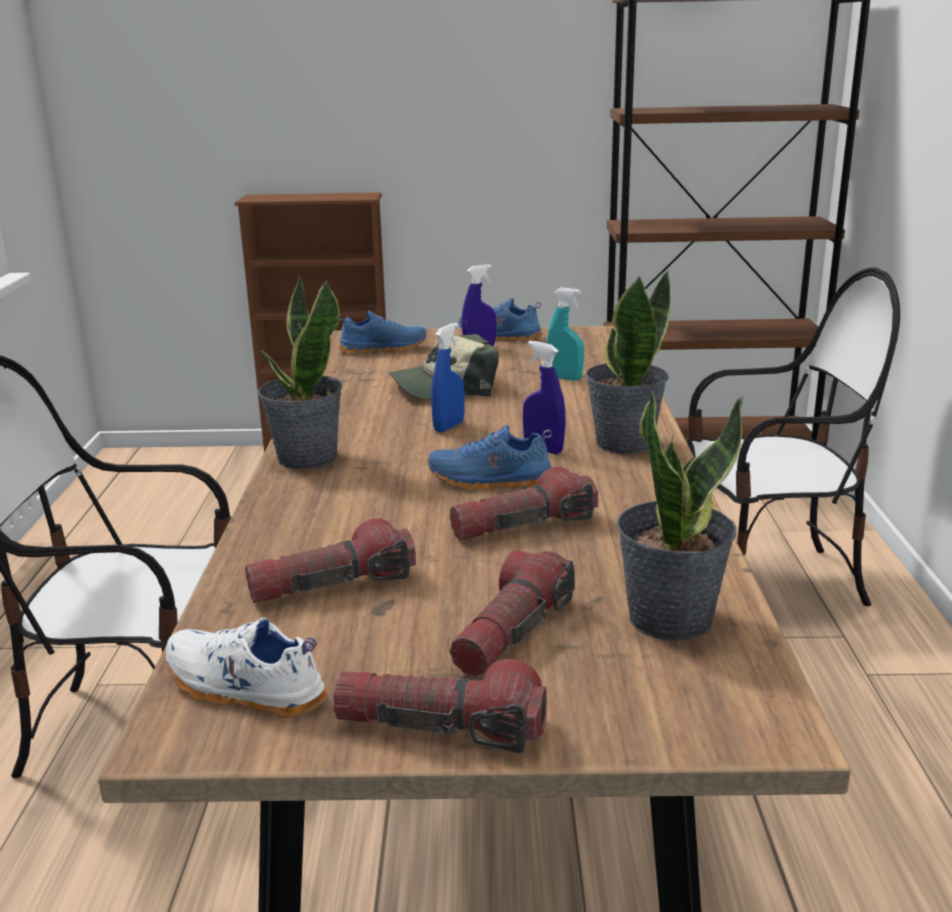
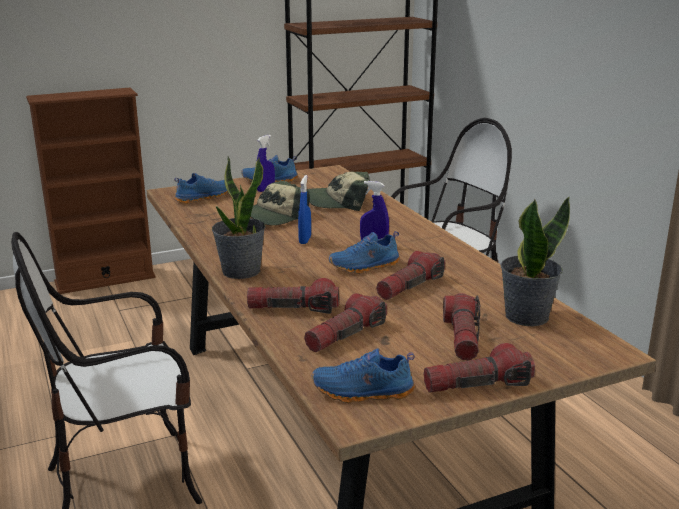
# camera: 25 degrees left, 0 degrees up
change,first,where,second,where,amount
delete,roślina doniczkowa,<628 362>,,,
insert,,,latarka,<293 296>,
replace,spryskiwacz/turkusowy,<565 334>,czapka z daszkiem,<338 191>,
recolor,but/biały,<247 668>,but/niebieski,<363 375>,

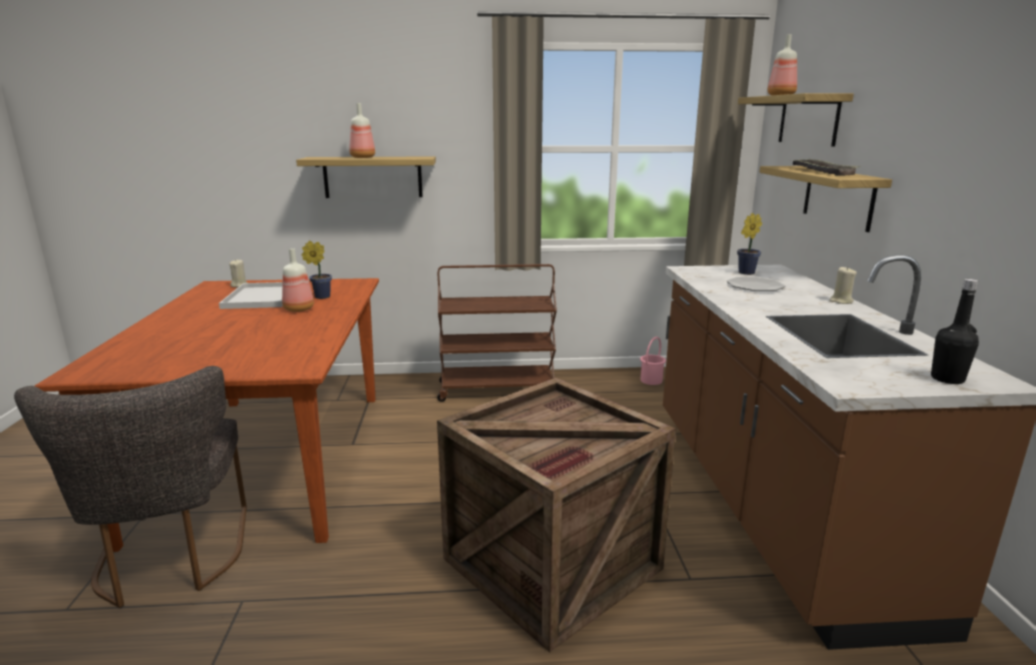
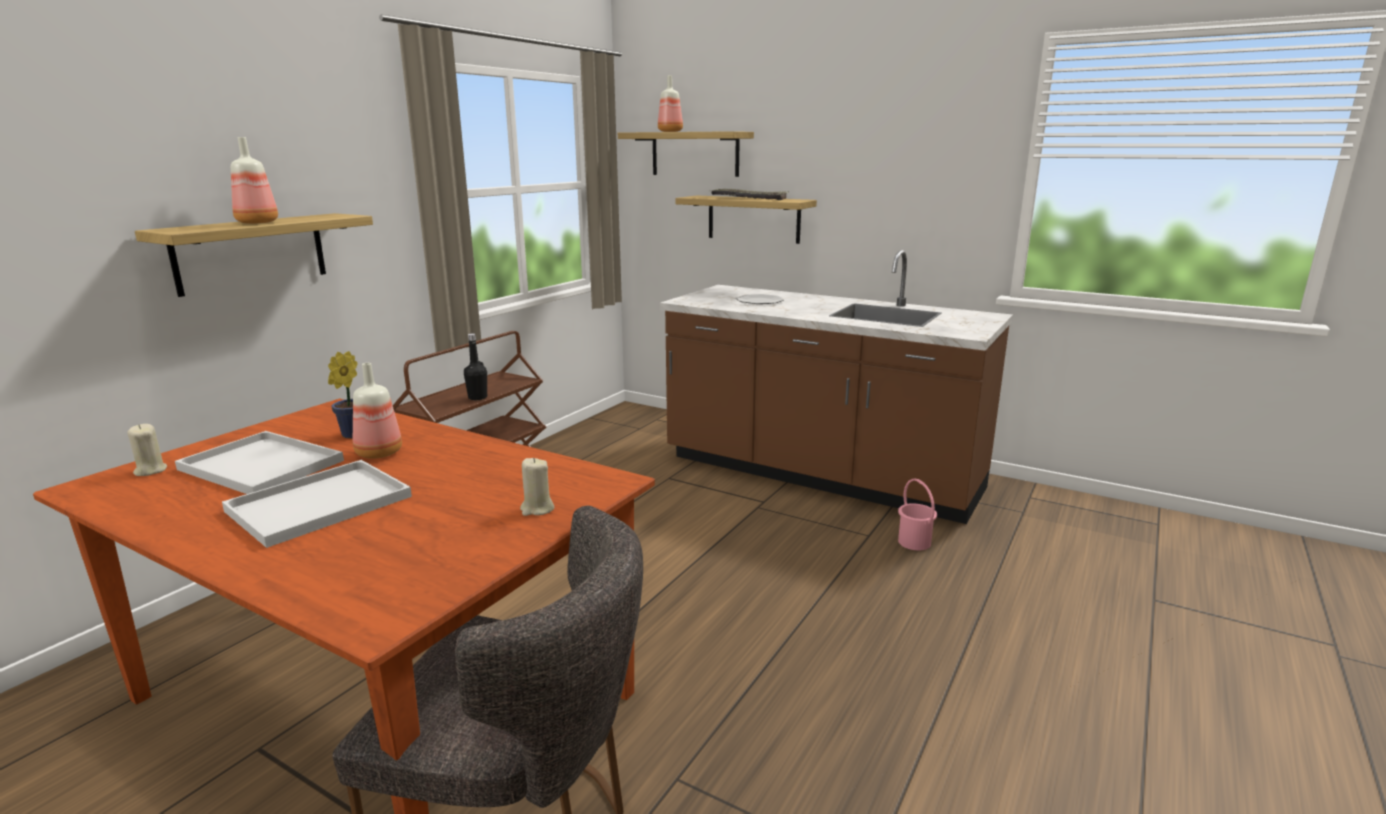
# camera: 55 degrees left, 0 degrees up
change,first,where,second,where,amount
delete,skrzynka,<556 514>,,,
delete,roślina doniczkowa,<749 244>,,,
insert,,,taca/biały,<317 504>,
move,wiadro/różowy,<653 361>,,<917 514>,
move,świeca/beżowy,<843 285>,,<537 487>,
move,butelka/czarny,<955 331>,,<475 366>,

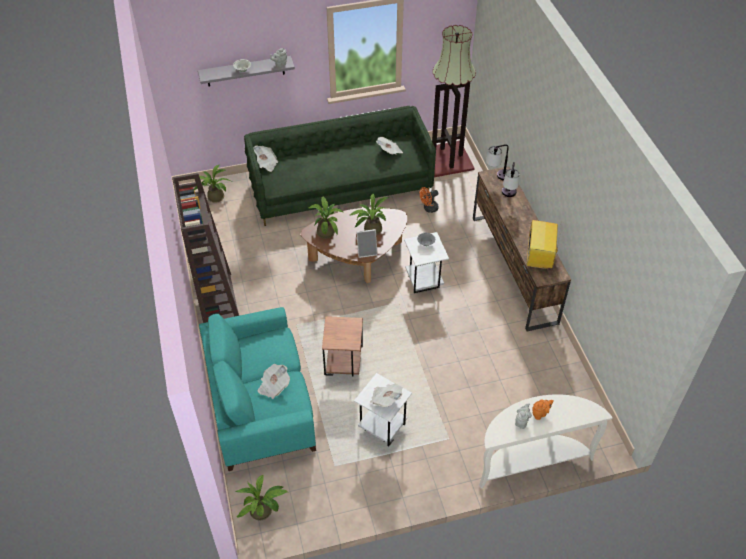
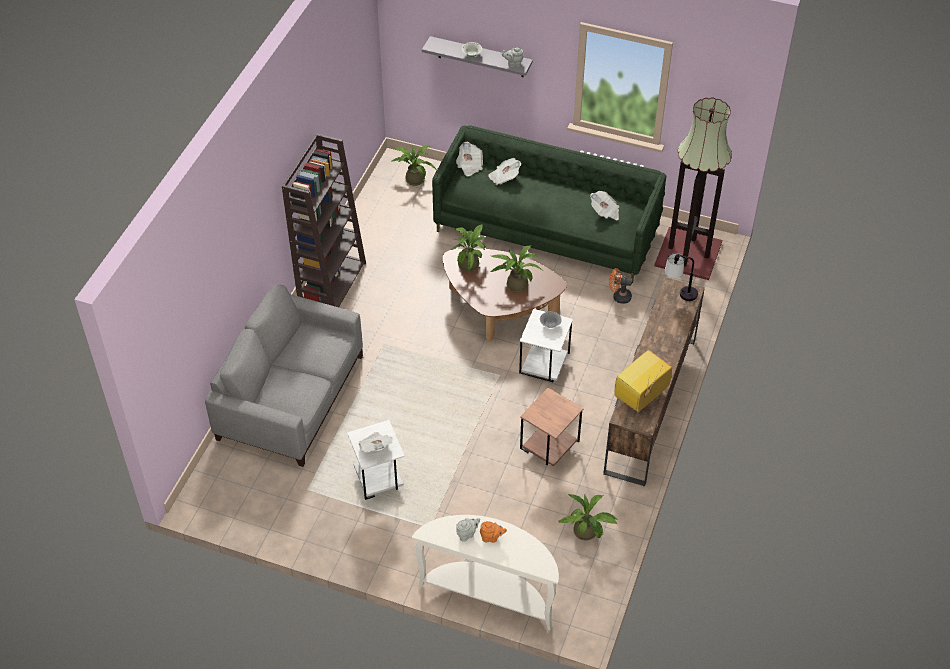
# camera: 35 degrees right, 0 degrees up
change,first,where,second,where,amount
delete,ramka na zdjęcie,<367 243>,,,
delete,lampa stołowa,<510 179>,,,
move,roślina doniczkowa,<262 497>,,<588 517>,
move,gazeta,<274 381>,,<504 171>,
move,stolik/brązowy,<342 346>,,<551 427>,
recolor,kanapa/turkusowy,<257 389>,kanapa/szary,<284 375>,

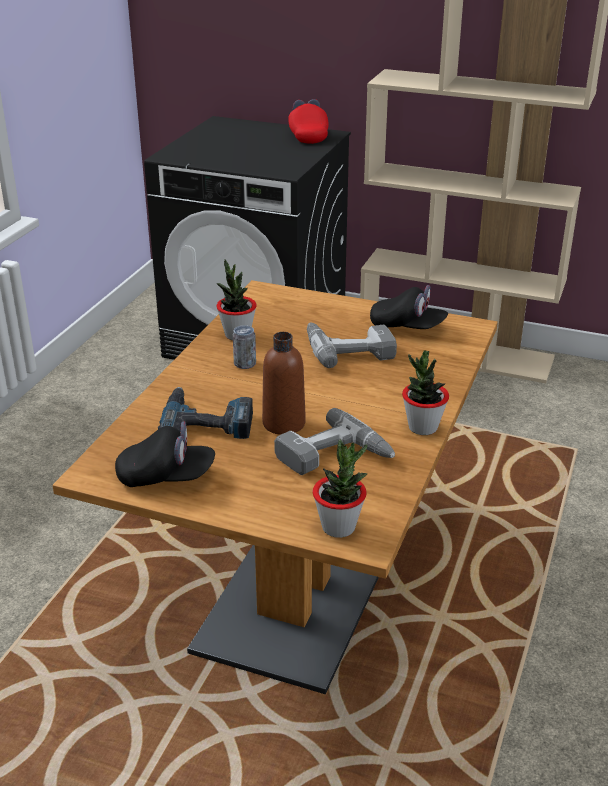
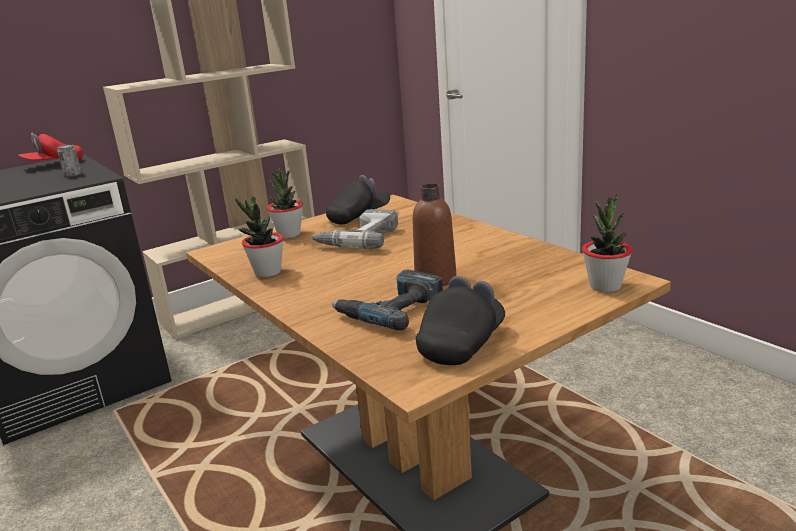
# camera: 55 degrees left, 10 degrees down
change,first,where,second,where,amount
delete,wiertarka,<334 441>,,,
move,puszka,<244 347>,,<69 161>,
move,roślina doniczkowa,<425 392>,,<285 203>,
rotate,czapka z daszkiem/czerwony,<308 121>,,<50 147>,60 degrees counterclockwise

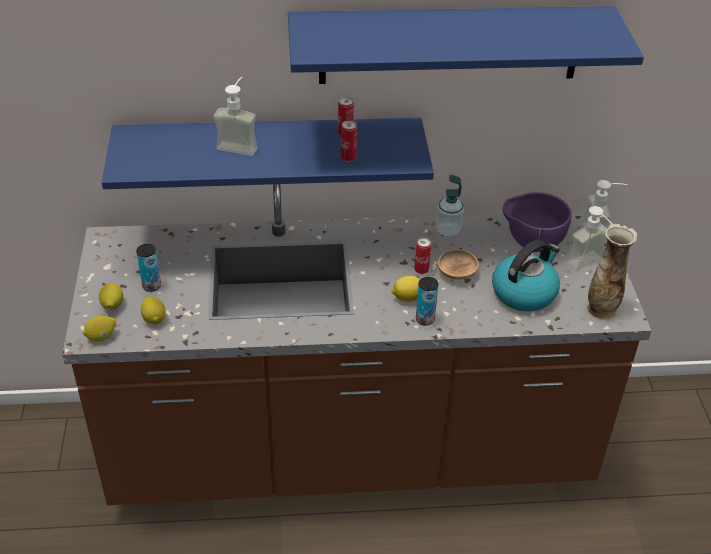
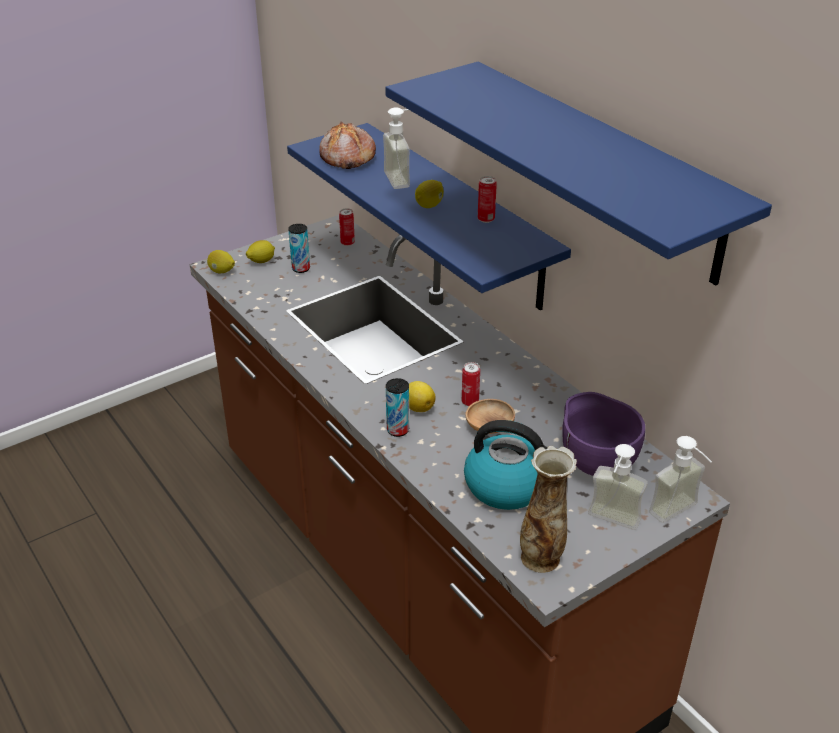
# camera: 60 degrees right, 5 degrees down
change,first,where,second,where,amount
delete,dozownik mydła,<450 205>,,,
insert,,,chleb,<347 145>,
move,cytryna,<153 310>,,<429 194>,
move,puszka,<349 141>,,<347 227>,

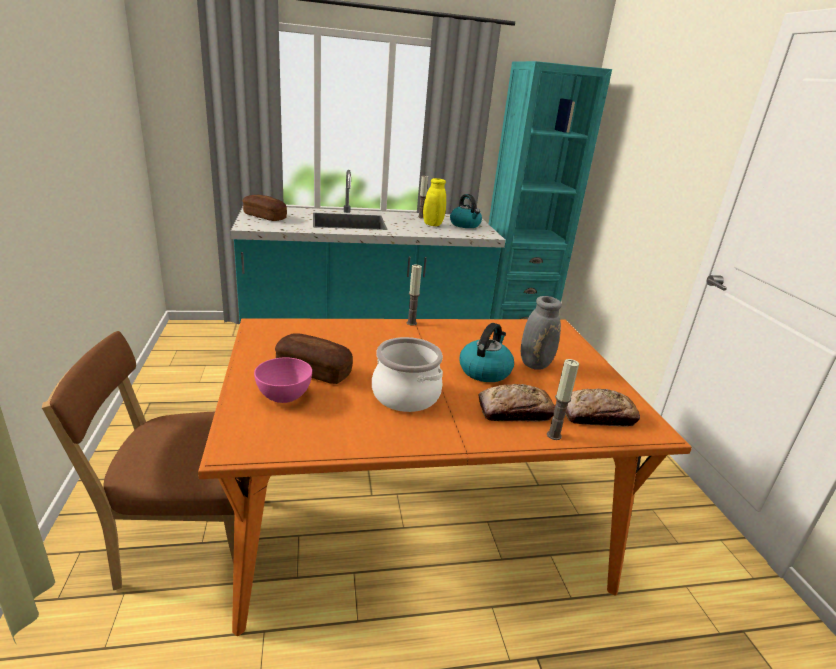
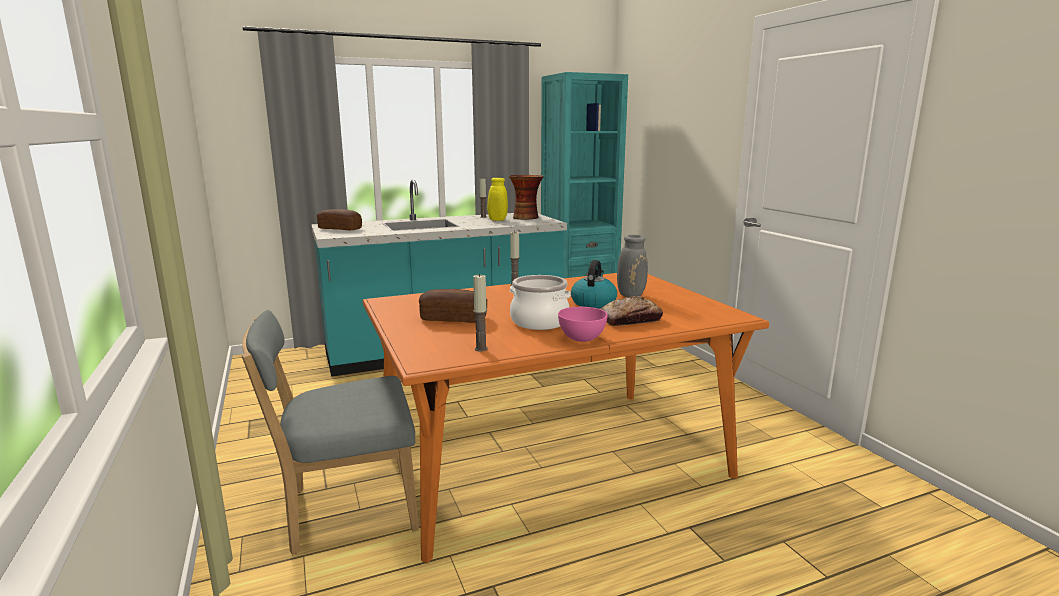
# camera: 10 degrees left, 10 degrees down
change,first,where,second,where,amount
delete,chleb,<602 408>,,,
move,miska/różowy,<283 380>,,<583 324>,
move,świeca,<563 399>,,<480 312>,
replace,czajnik,<466 211>,wazon,<526 197>,
recolor,krzesło/brązowy,<138 460>,krzesło/szary,<330 432>,

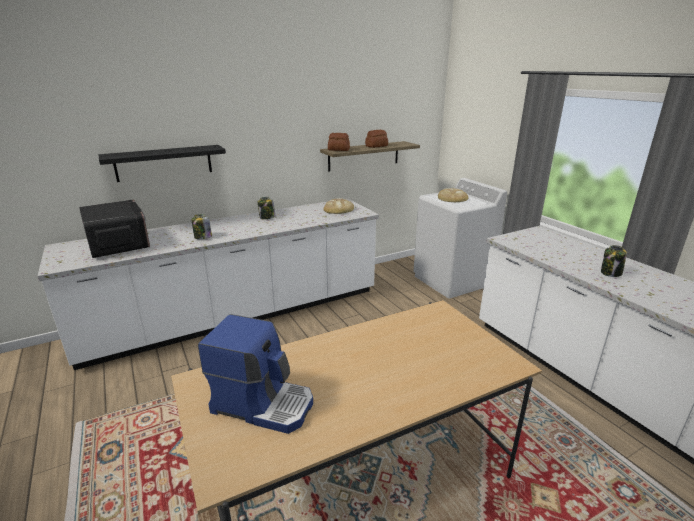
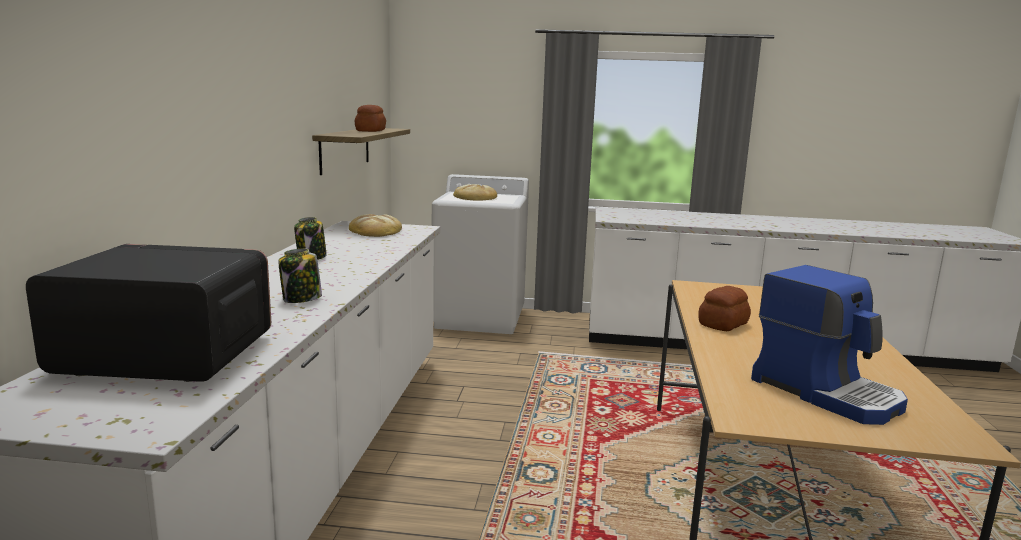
# camera: 55 degrees left, 10 degrees down
change,first,where,second,where,amount
delete,półka/czarny,<162 163>,,,
delete,słoik,<614 261>,,,
move,chleb,<339 142>,,<724 308>,
rotate,ekspres do kawy,<255 374>,,<829 345>,90 degrees clockwise

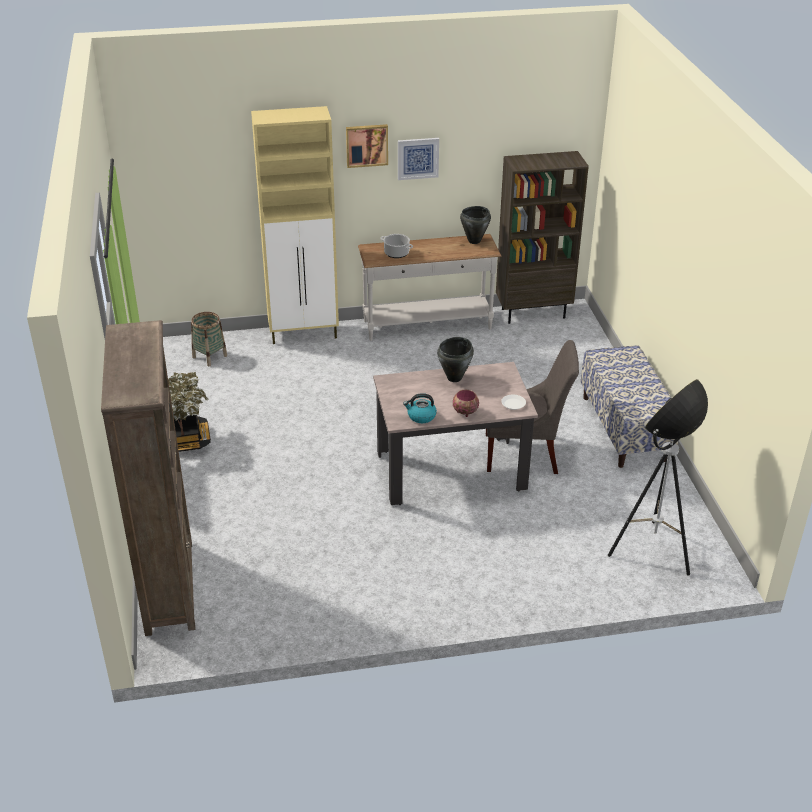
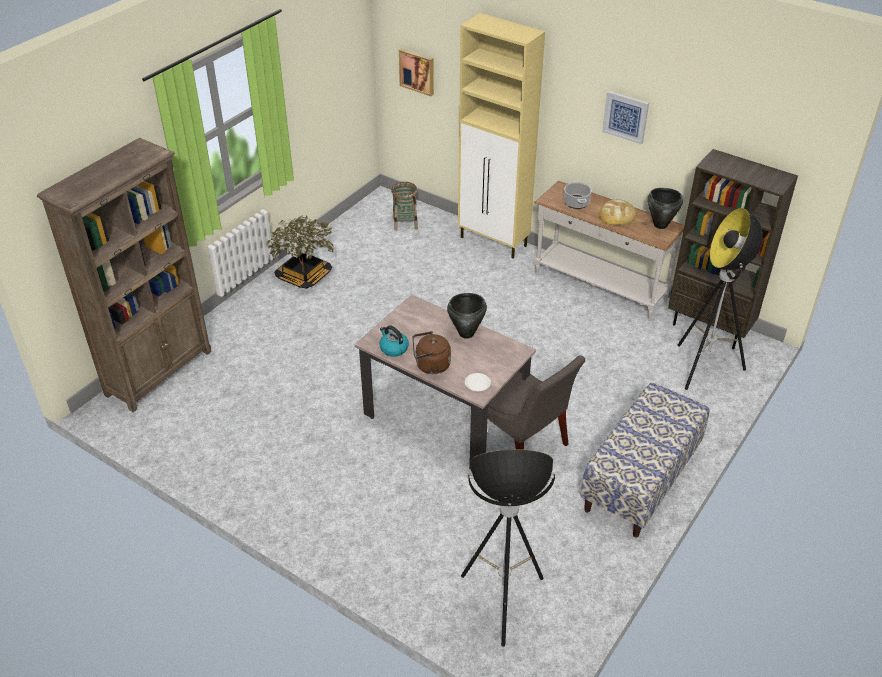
# camera: 45 degrees right, 5 degrees up
change,first,where,second,where,amount
insert,,,chleb,<618 212>,
insert,,,lampa stojąca,<720 299>,
move,obraz,<367 146>,,<416 72>,
replace,miska,<466 403>,czajnik/brązowy,<432 352>,

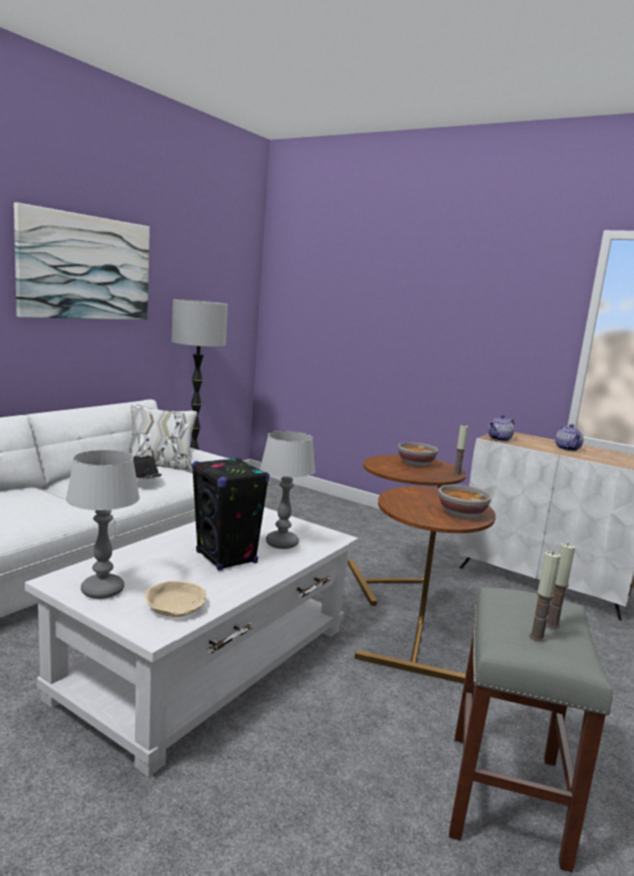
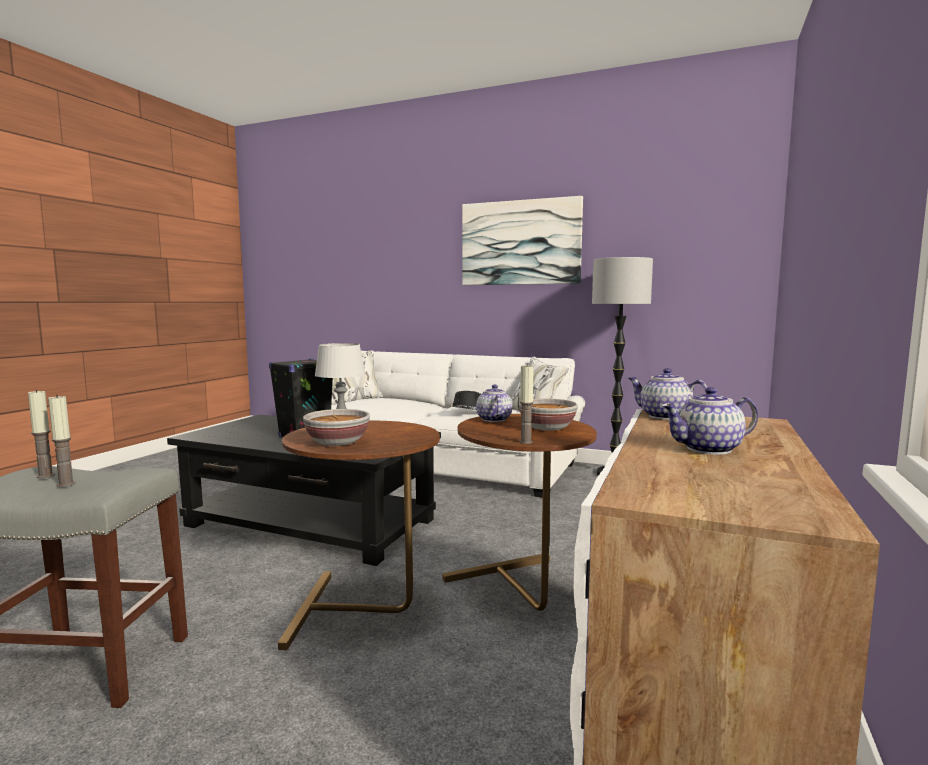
# camera: 80 degrees right, 5 degrees down
change,first,where,second,where,amount
delete,lampa stołowa,<103 524>,,,
delete,miska/beżowy,<175 599>,,,
insert,,,imbryk,<494 403>,
recolor,ława/biały,<192 642>,ława/czarny,<304 490>,

